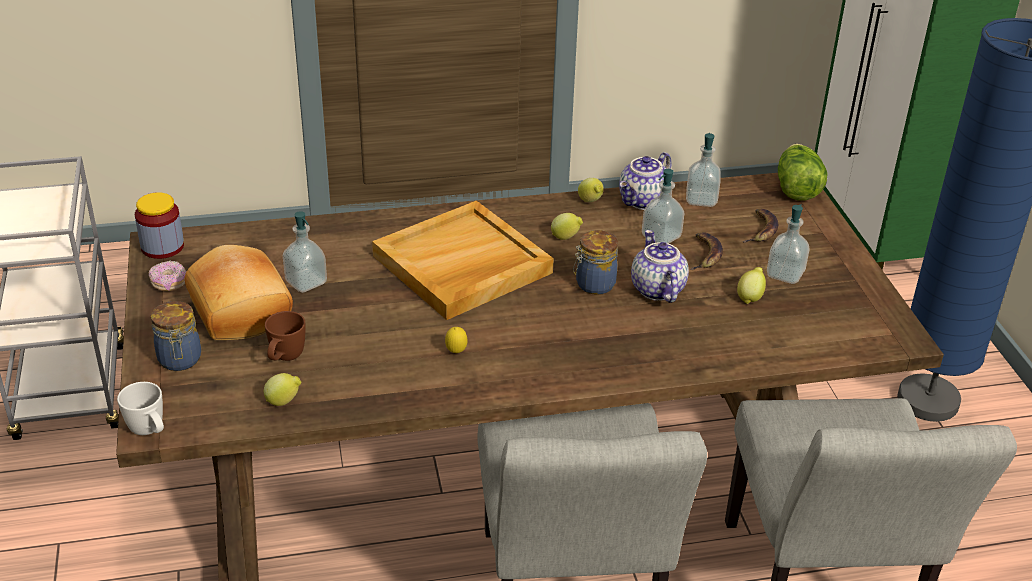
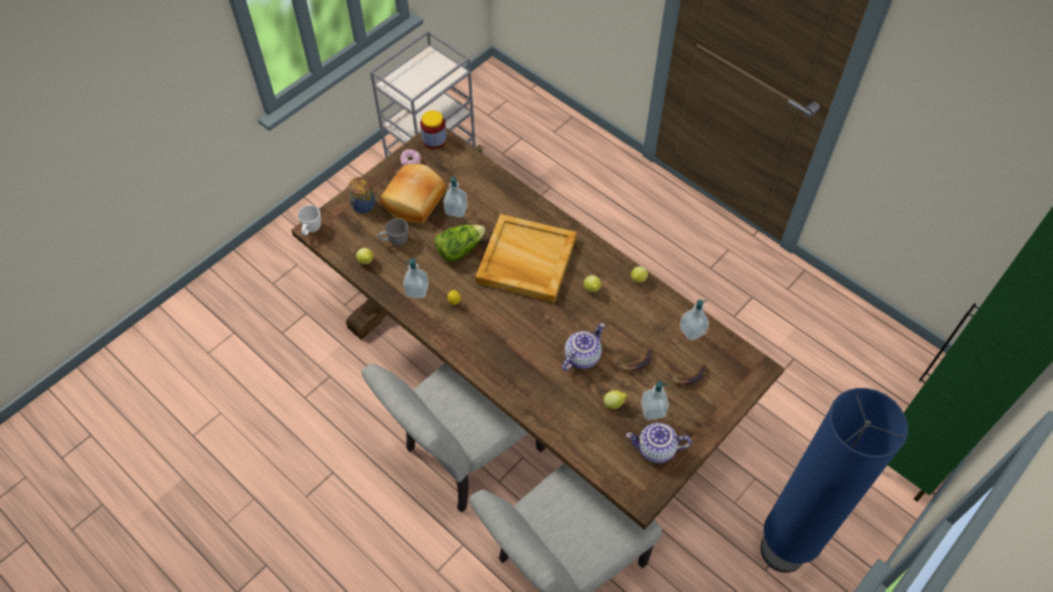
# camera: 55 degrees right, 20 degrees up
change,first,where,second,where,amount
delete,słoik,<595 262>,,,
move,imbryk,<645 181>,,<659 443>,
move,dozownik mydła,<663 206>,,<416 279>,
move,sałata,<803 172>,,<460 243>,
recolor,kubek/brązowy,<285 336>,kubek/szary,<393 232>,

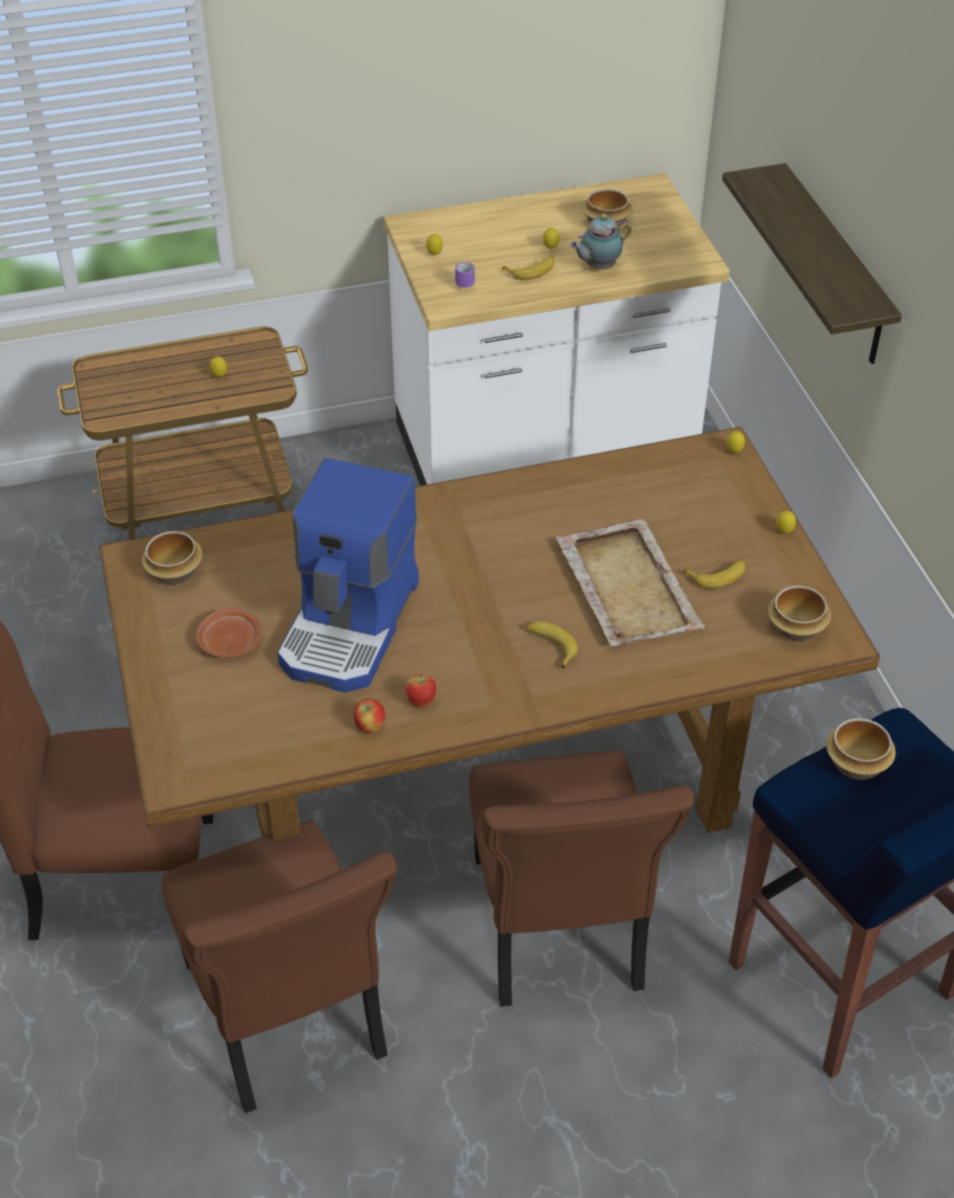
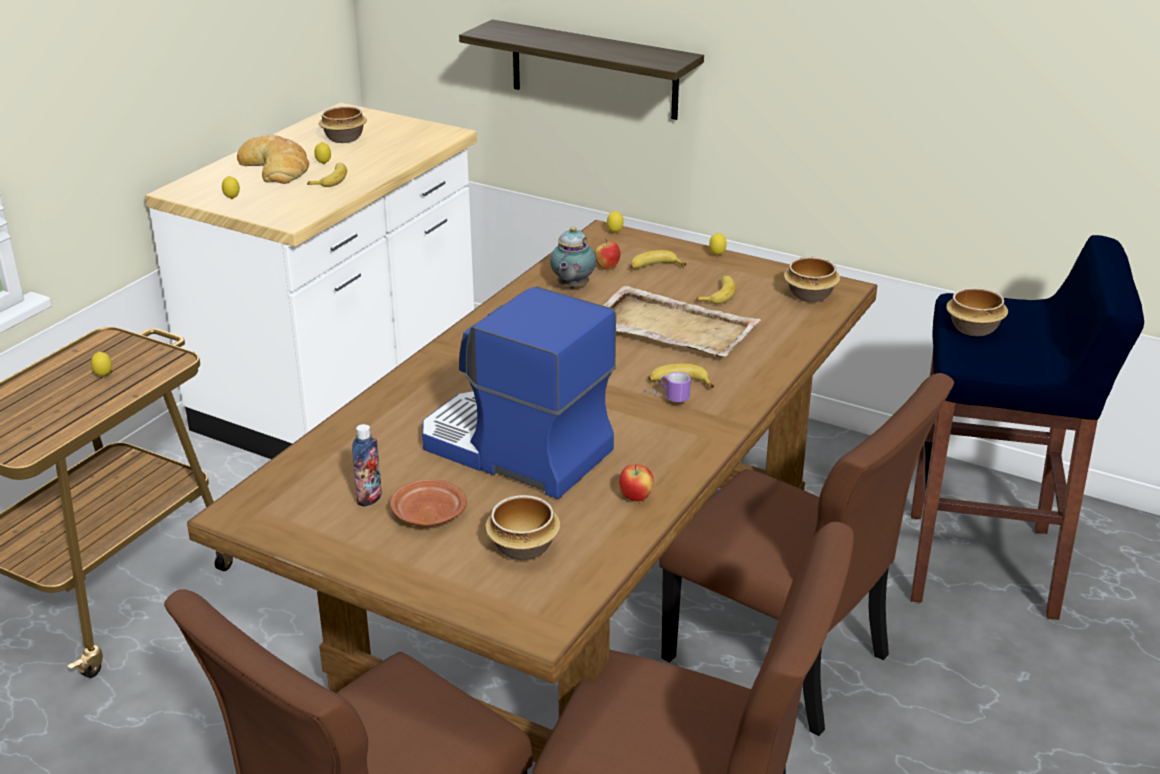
# camera: 45 degrees left, 15 degrees down
change,first,where,second,where,amount
insert,,,chleb,<273 159>,
insert,,,butelka,<367 465>,
insert,,,banan,<658 259>,
move,miska,<172 558>,,<522 527>,
move,jabłko,<420 690>,,<607 254>,
move,kubek,<465 275>,,<667 387>,
move,imbryk,<601 241>,,<573 257>,
rotate,ekspres do kawy,<348 575>,,<519 392>,150 degrees clockwise

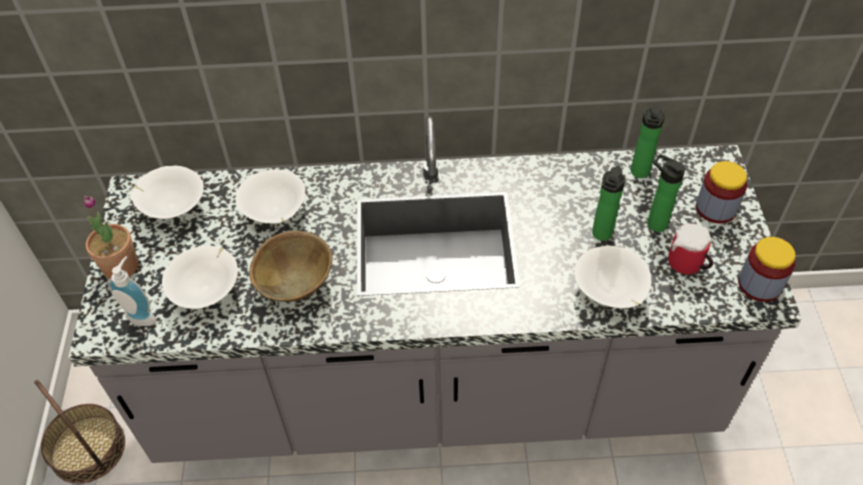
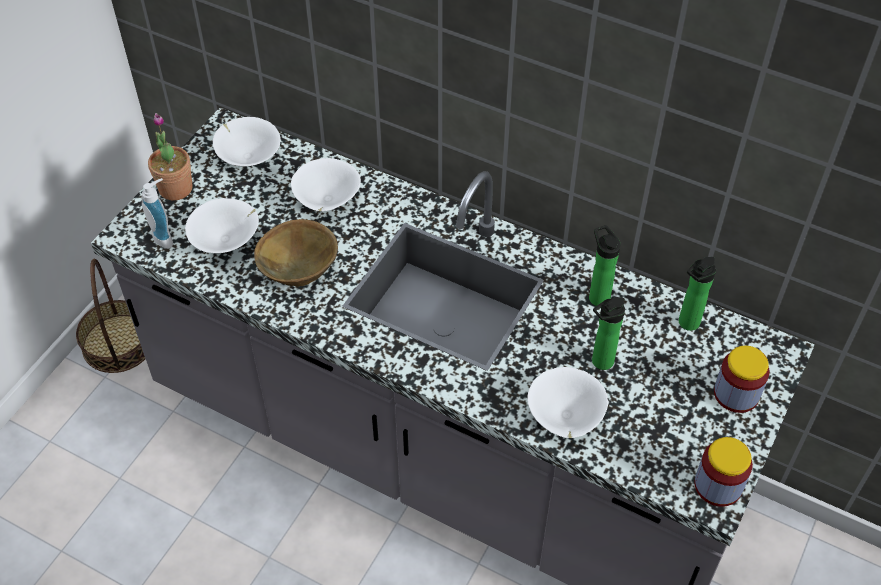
# camera: 30 degrees right, 0 degrees up
change,first,where,second,where,amount
delete,kubek,<690 249>,,,
move,butelka,<666 193>,,<604 265>,

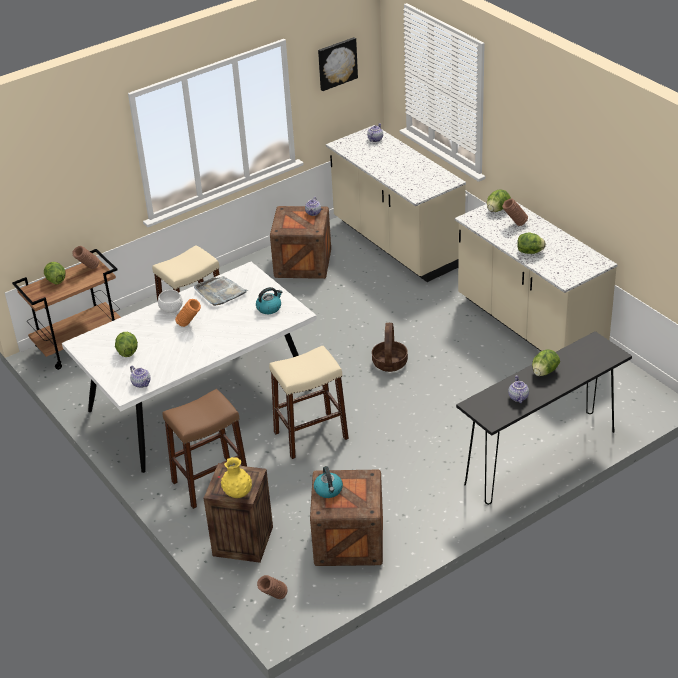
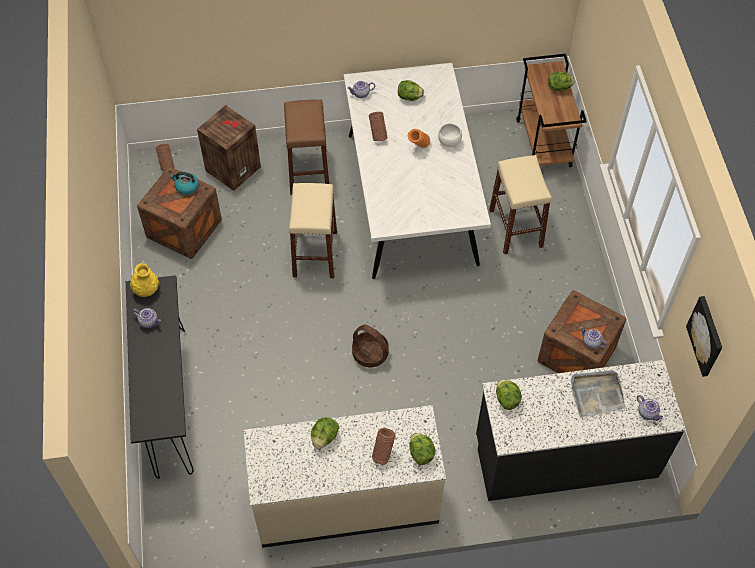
# camera: 115 degrees right, 20 degrees up
change,first,where,second,where,amount
delete,czajnik,<269 300>,,,
move,wazon/brązowy,<85 257>,,<378 126>,
move,taca/szary,<221 291>,,<598 393>,
move,wazon/żółty,<236 477>,,<144 280>,
move,sałata,<546 362>,,<509 394>,
recolor,zabudowa kuchenna/beżowy,<396 203>,zabudowa kuchenna/czarny,<581 430>,

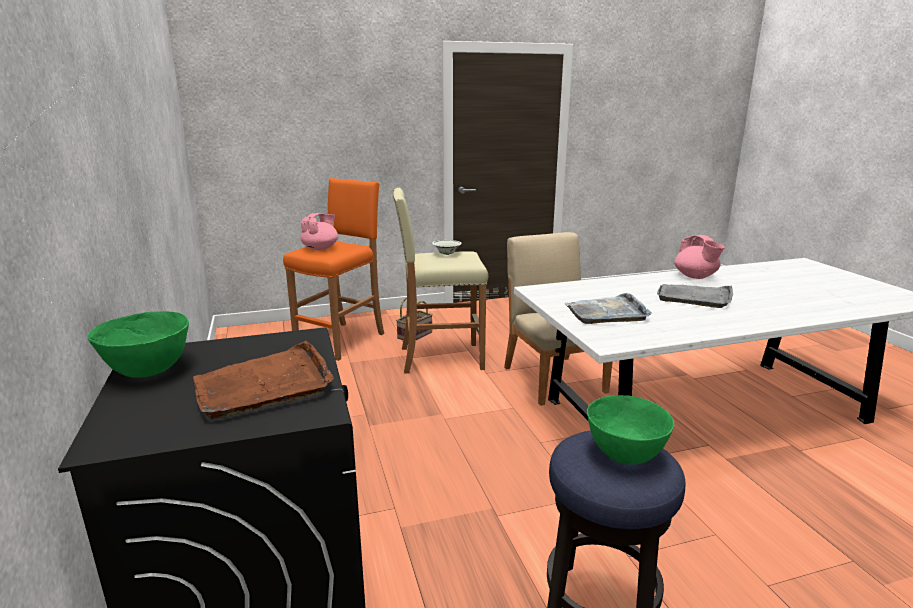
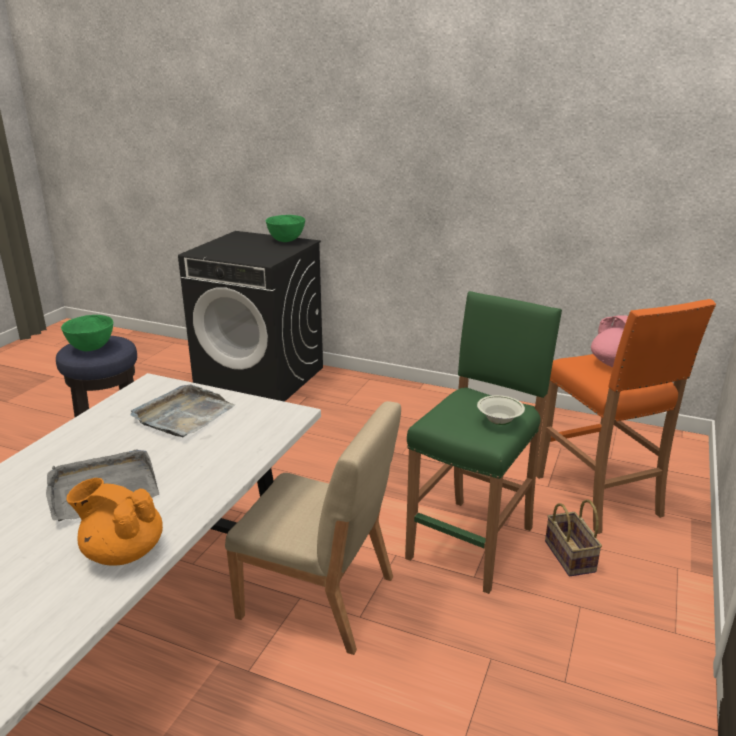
# camera: 130 degrees right, 5 degrees up
change,first,where,second,where,amount
delete,taca/brązowy,<263 380>,,,
recolor,stołek/beżowy,<440 281>,stołek/zielony,<483 442>,
recolor,imbryk/różowy,<699 257>,imbryk/pomarańczowy,<115 522>,

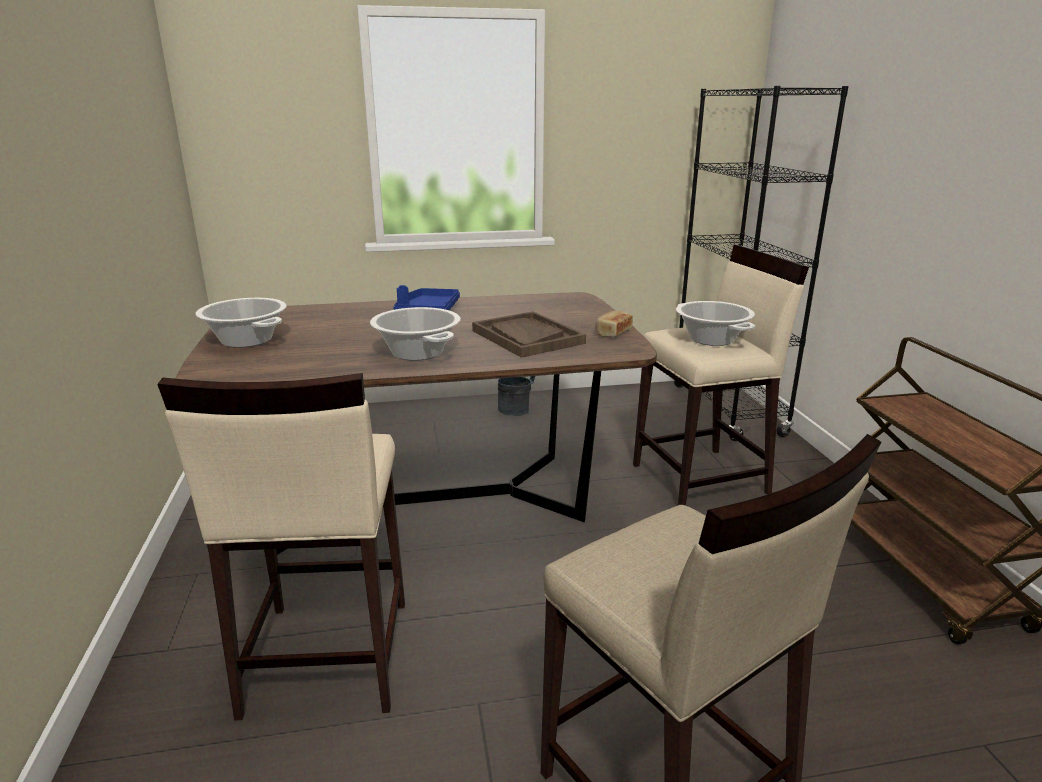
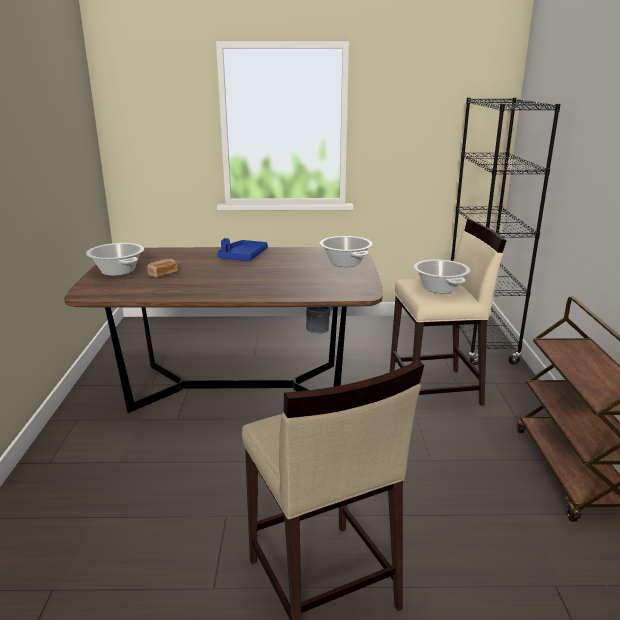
# camera: 10 degrees right, 0 degrees up
change,first,where,second,where,amount
delete,stołek/beżowy,<281 547>,,,
delete,taca/brązowy,<529 334>,,,
move,garnek,<415 334>,,<346 251>,
move,chleb,<614 324>,,<162 268>,

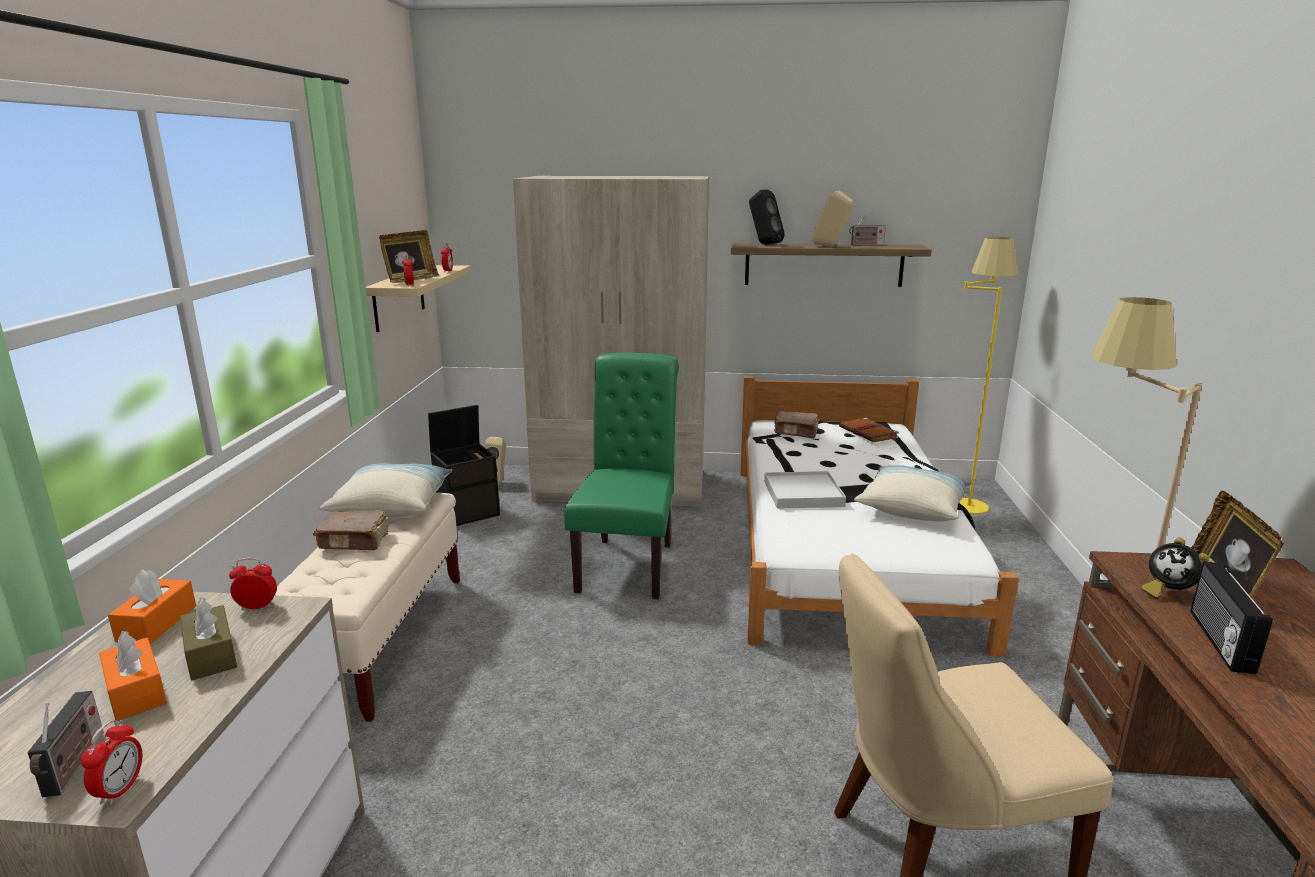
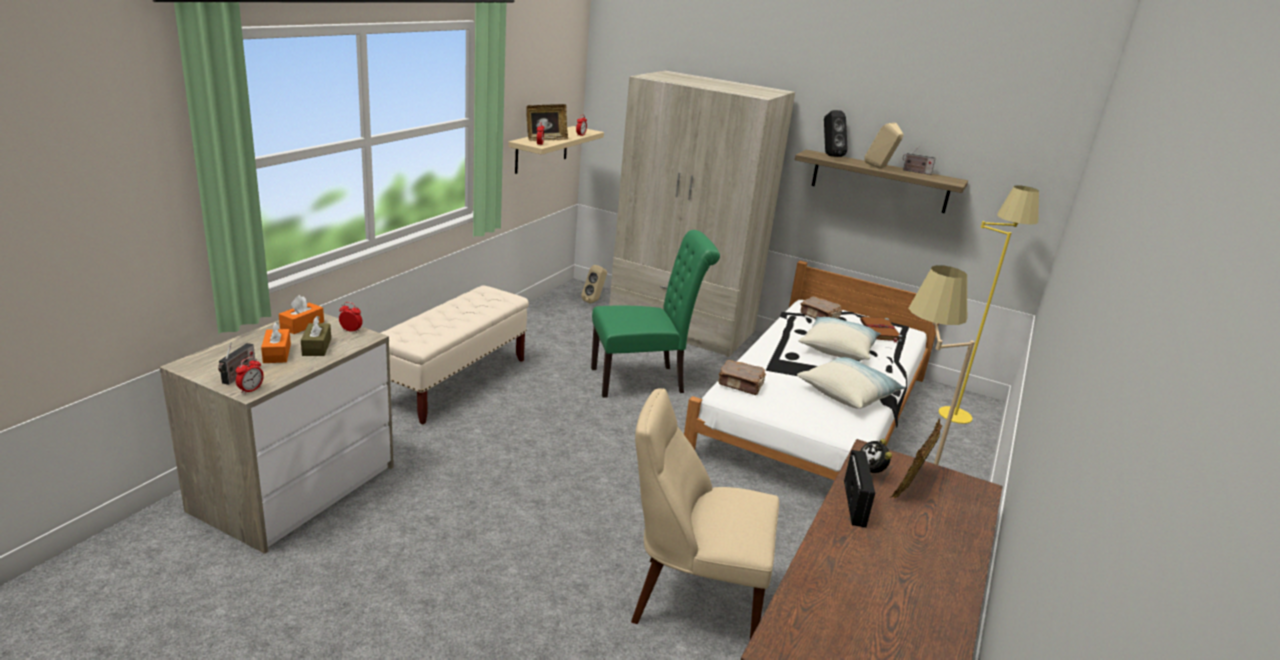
# camera: 20 degrees right, 5 degrees up
change,first,where,second,where,amount
delete,pojemnik do przechowywania/czarny,<464 465>,,,
delete,taca/biały,<805 490>,,,
move,książka/brązowy,<350 530>,,<742 377>,
move,poduszka,<386 490>,,<840 338>,
rotate,krzesło/zielony,<621 476>,,<655 314>,45 degrees clockwise
rotate,radio,<1231 617>,,<859 489>,150 degrees clockwise

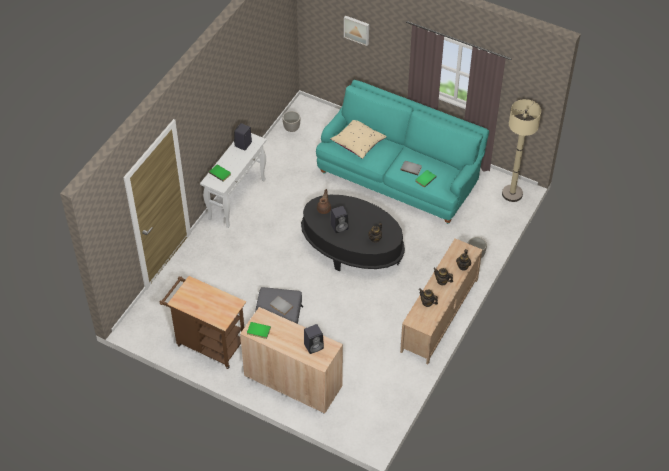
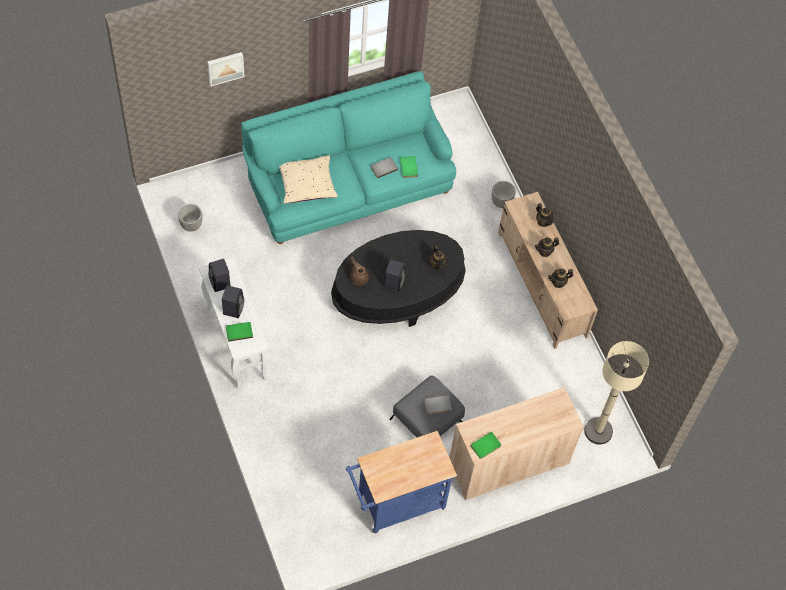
# camera: 55 degrees left, 10 degrees up
change,first,where,second,where,amount
move,głośnik/czarny,<314 339>,,<233 301>,
move,lampa stojąca/beżowy,<521 150>,,<616 392>,
recolor,wózek/brązowy,<203 322>,wózek/niebieski,<401 482>,

